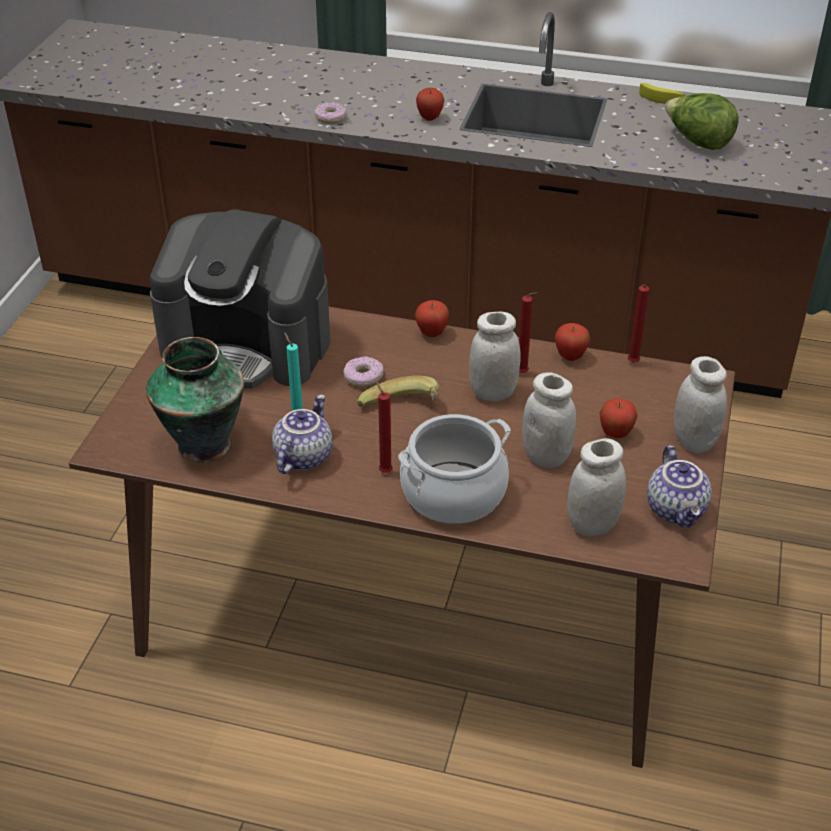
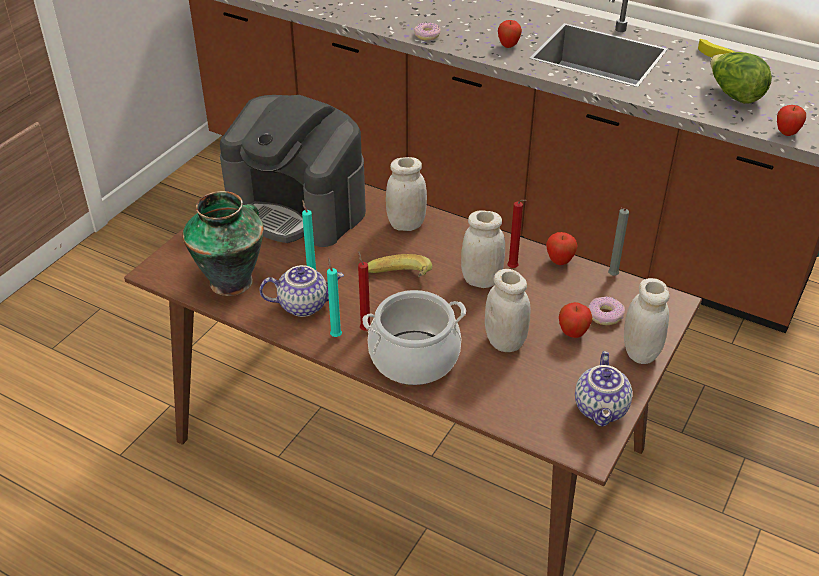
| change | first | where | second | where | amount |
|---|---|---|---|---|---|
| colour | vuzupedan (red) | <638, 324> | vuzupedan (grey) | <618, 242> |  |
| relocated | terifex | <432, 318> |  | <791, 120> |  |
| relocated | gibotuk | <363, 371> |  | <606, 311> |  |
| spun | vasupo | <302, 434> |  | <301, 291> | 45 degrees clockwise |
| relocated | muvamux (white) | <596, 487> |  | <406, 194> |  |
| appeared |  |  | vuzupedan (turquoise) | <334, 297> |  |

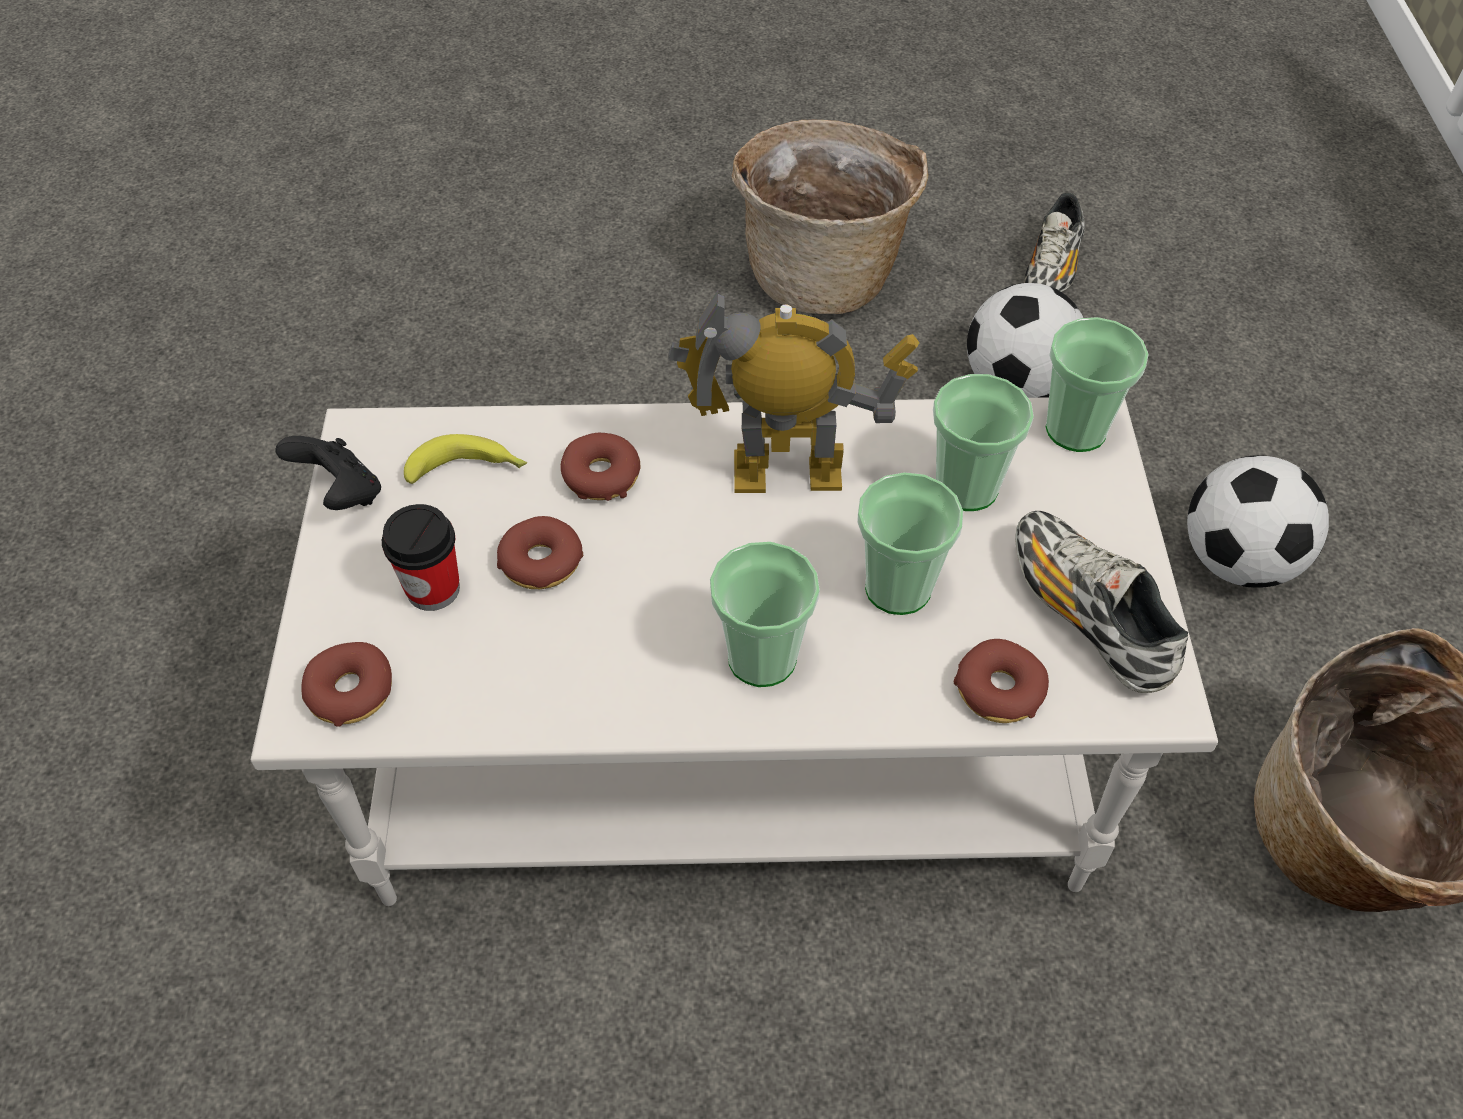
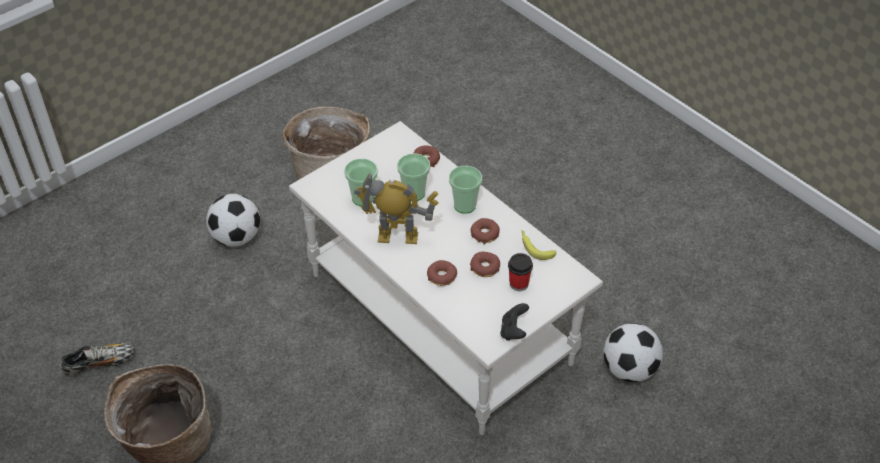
| change | first | where | second | where | amount |
|---|---|---|---|---|---|
| relocated | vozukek | <1025, 340> |  | <633, 352> |  |
| spun | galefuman | <794, 391> |  | <396, 208> | 135 degrees clockwise |
| missing | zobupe | <1097, 384> |  |  |  |
| relocated | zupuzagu | <465, 459> |  | <538, 245> |  |
| missing | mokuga | <1101, 602> |  |  |  |
| relocated | gibotuk | <346, 684> |  | <485, 231> |  |

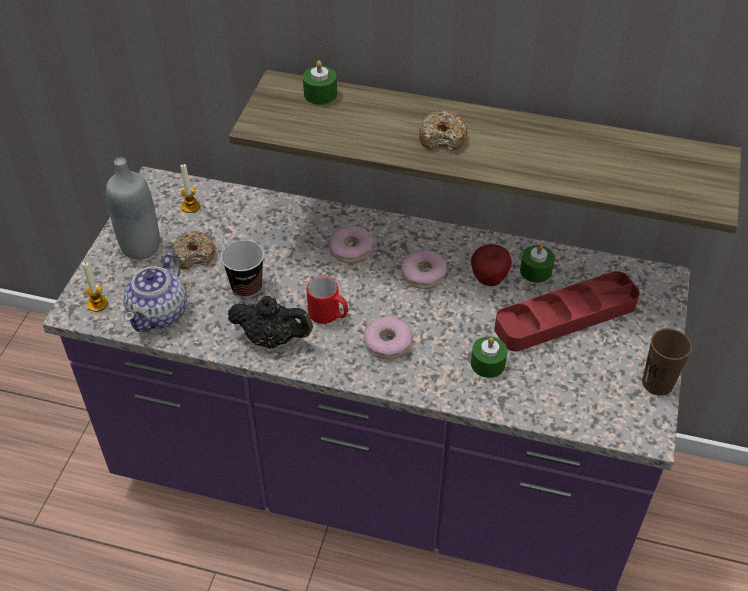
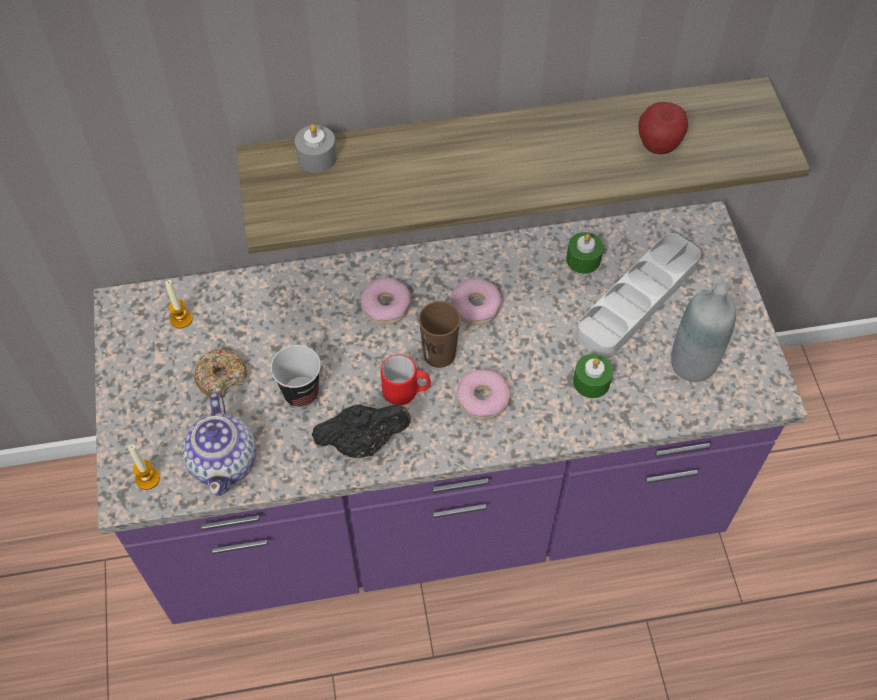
| change | first | where | second | where | amount |
|---|---|---|---|---|---|
| colour | vuzupedan (green) | <320, 82> | vuzupedan (grey) | <316, 148> |  |
| missing | gibotuk | <443, 130> |  |  |  |
| relocated | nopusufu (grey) | <133, 208> |  | <703, 332> |  |
| relocated | terifex | <491, 265> |  | <663, 128> |  |
| colour | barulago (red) | <567, 311> | barulago (grey) | <638, 296> |  |
| relocated | zobupe (brown) | <667, 362> |  | <440, 334> |  |

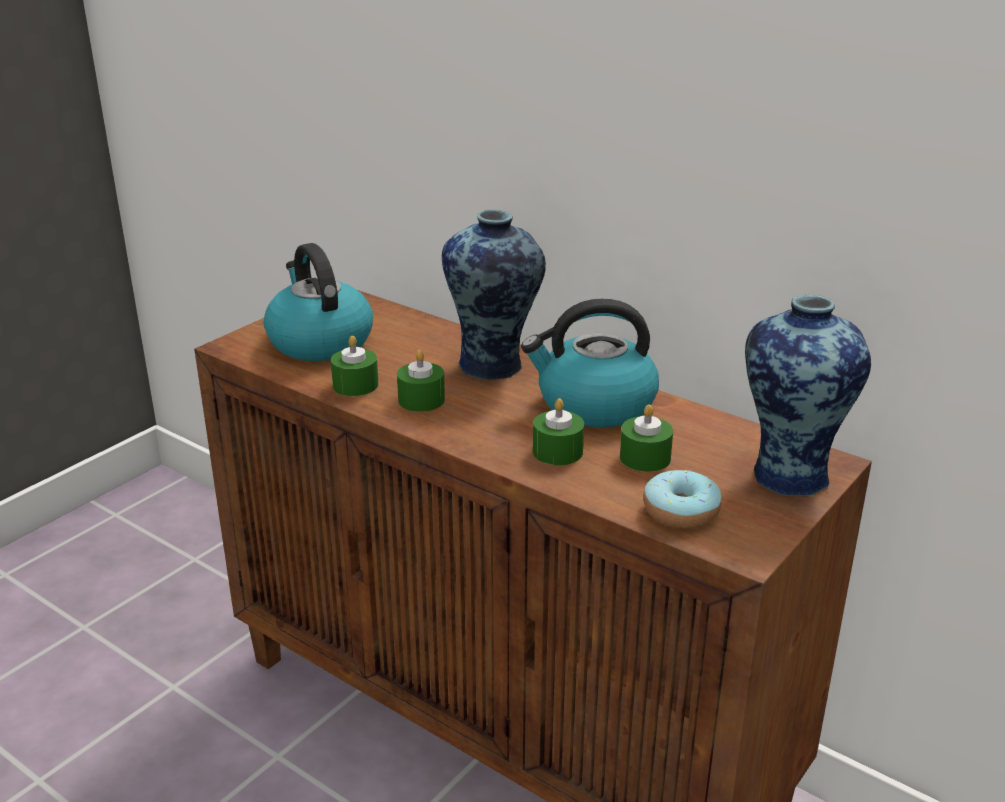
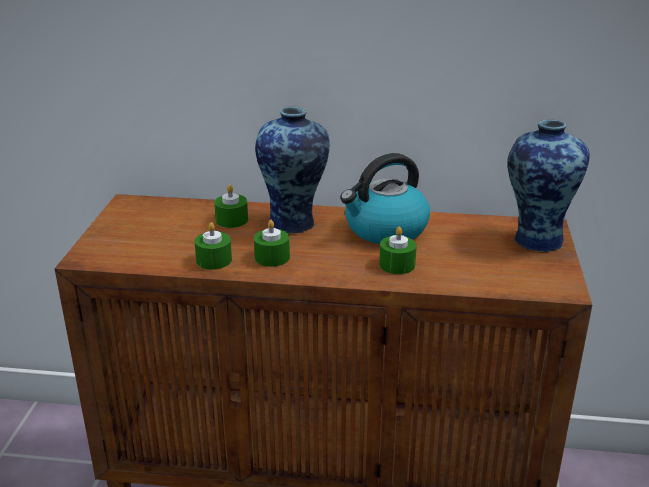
| change | first | where | second | where | amount |
|---|---|---|---|---|---|
| missing | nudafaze | <318, 302> |  |  |  |
| relocated | vuzupedan (green) | <646, 438> |  | <231, 206> |  |
| missing | gibotuk | <682, 499> |  |  |  |

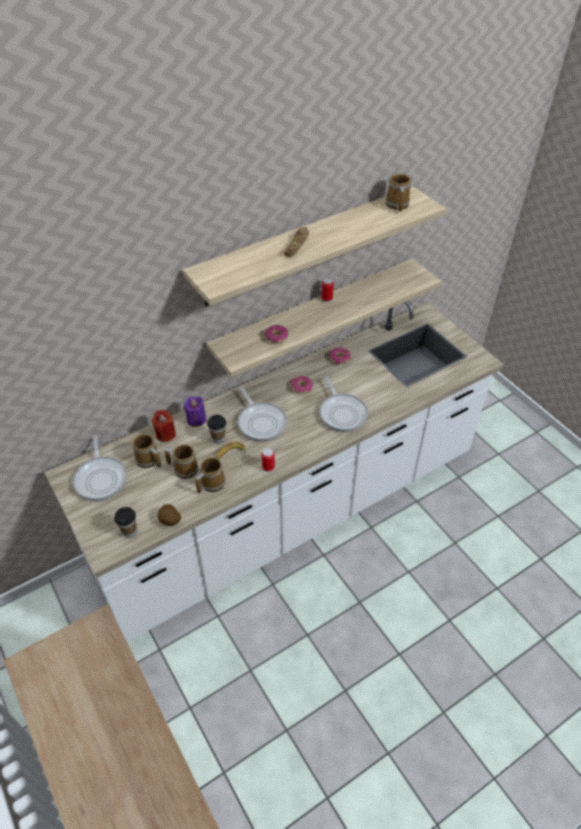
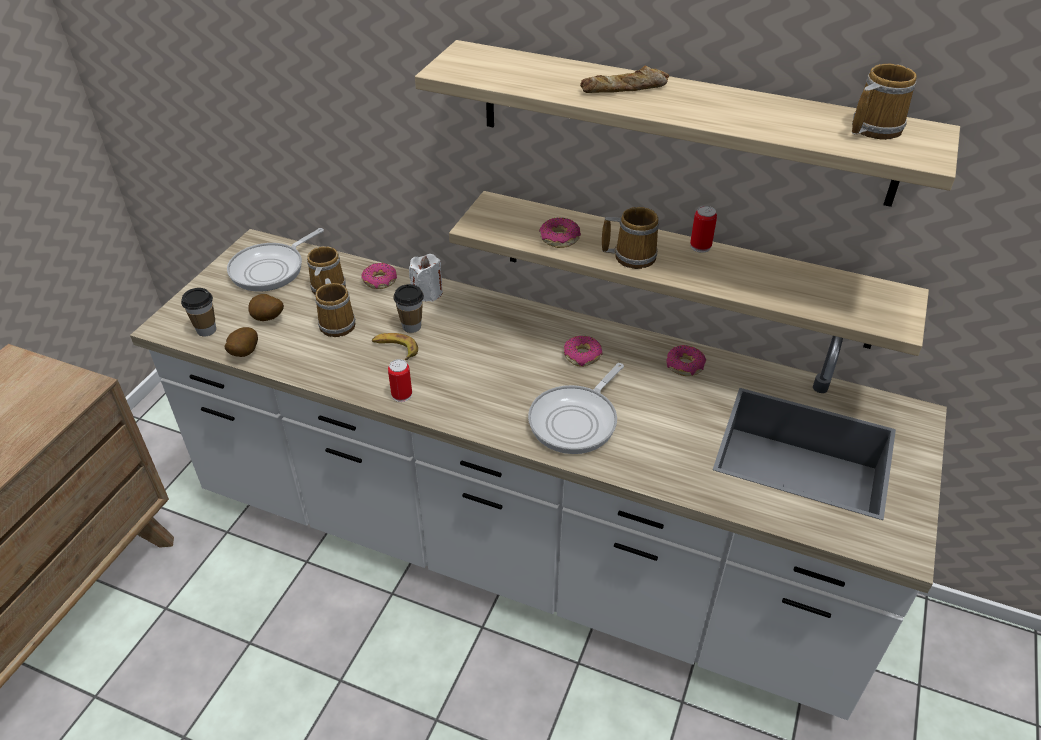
| change | first | where | second | where | amount |
|---|---|---|---|---|---|
| missing | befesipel | <262, 414> |  |  |  |
| colour | vuzupedan (purple) | <195, 412> | vuzupedan (white) | <426, 278> |  |
| exchanged | vuzupedan (red) | <164, 426> | gibotuk | <379, 276> |  |
| relocated | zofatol | <211, 475> |  | <630, 238> |  |
| appeared |  |  | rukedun | <266, 307> |  |

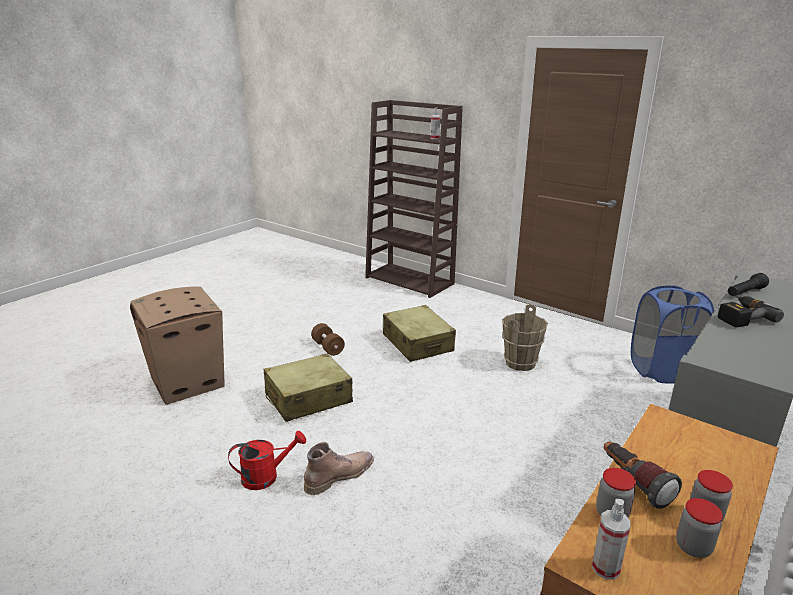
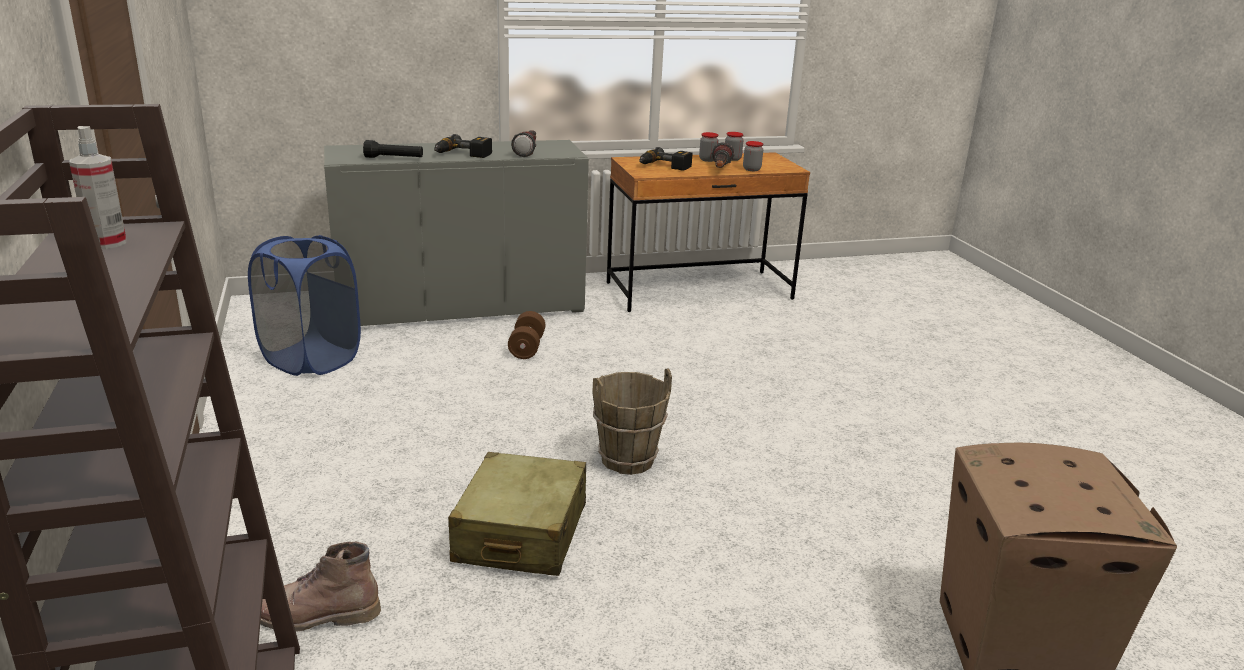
| change | first | where | second | where | amount |
|---|---|---|---|---|---|
| relocated | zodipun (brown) | <525, 337> |  | <632, 422> |  |
| relocated | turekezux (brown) | <328, 339> |  | <526, 335> |  |
| missing | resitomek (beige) | <308, 387> |  |  |  |
| missing | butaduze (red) | <267, 460> |  |  |  |
| relocated | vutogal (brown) | <339, 468> |  | <320, 587> |  |
| missing | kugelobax | <611, 539> |  |  |  |
| appeared |  |  | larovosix | <524, 143> |  |
| appeared |  |  | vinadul | <665, 159> |  |

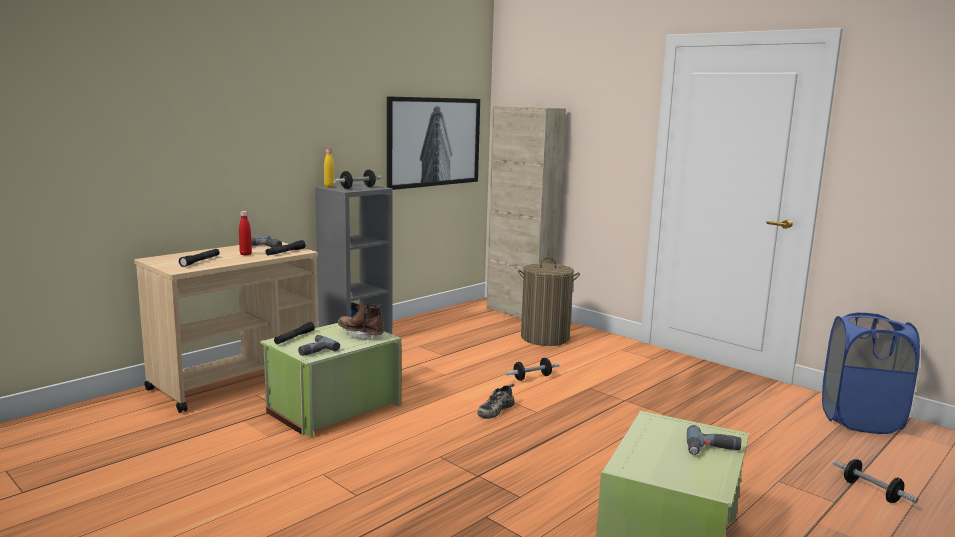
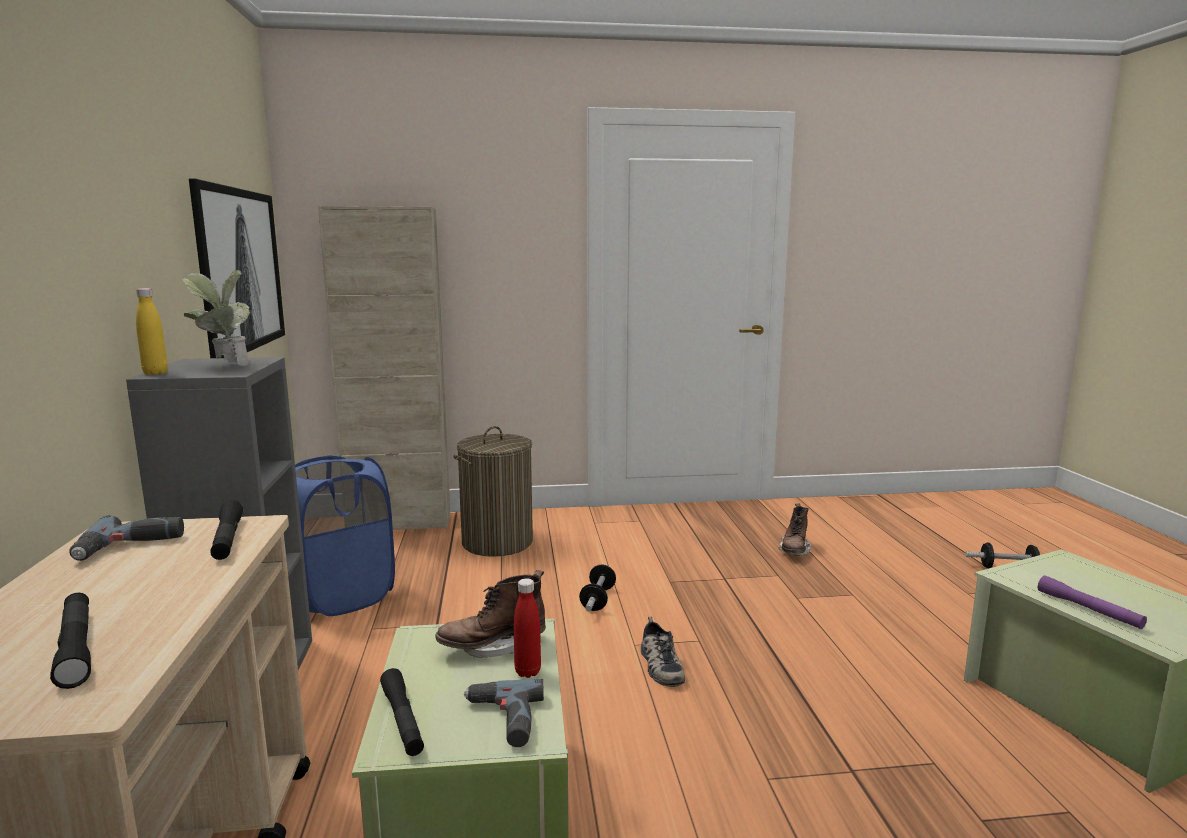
| change | first | where | second | where | amount |
|---|---|---|---|---|---|
| exchanged | turekezux | <357, 179> | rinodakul | <216, 318> |  |
| relocated | nopusufu (red) | <245, 233> |  | <527, 628> |  |
| relocated | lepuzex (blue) | <871, 373> |  | <345, 535> |  |
| missing | vinadul | <714, 440> |  |  |  |
| appeared |  |  | vutogal (brown) | <795, 529> |  |
| appeared |  |  | larovosix (purple) | <1092, 602> |  |

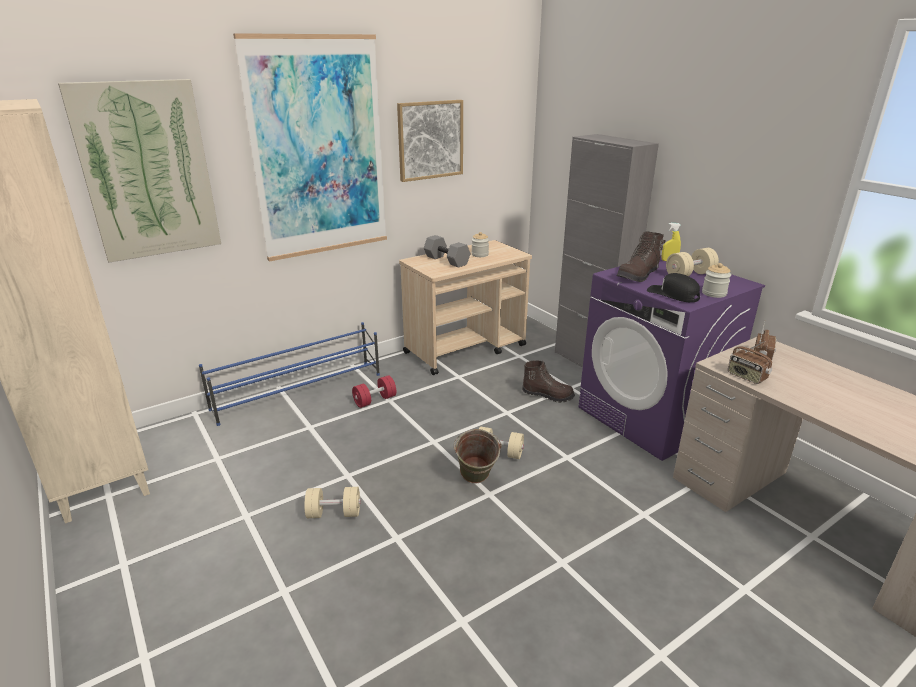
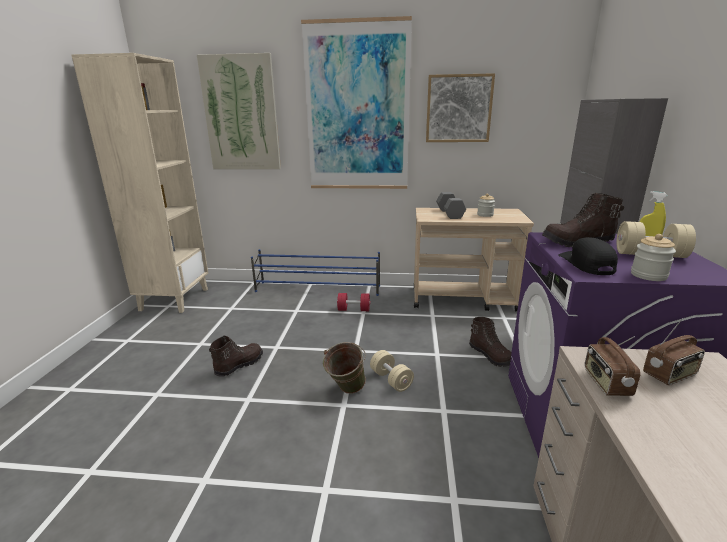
| change | first | where | second | where | amount |
|---|---|---|---|---|---|
| exchanged | turekezux (beige) | <332, 502> | vutogal (brown) | <236, 356> |  |

